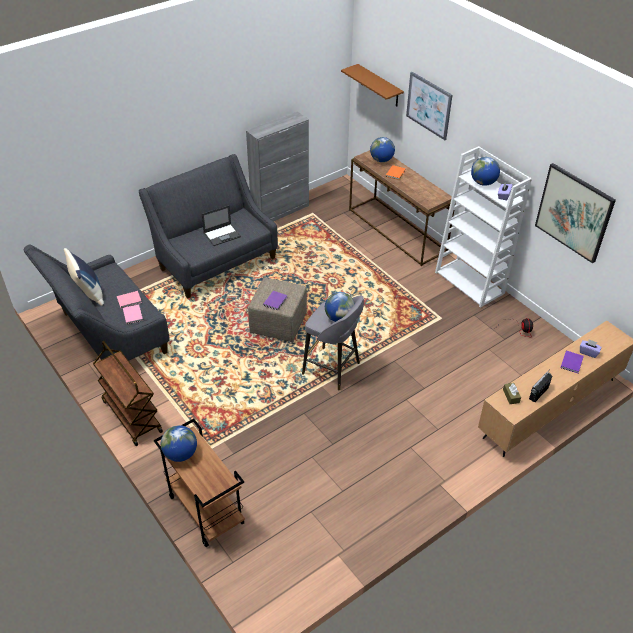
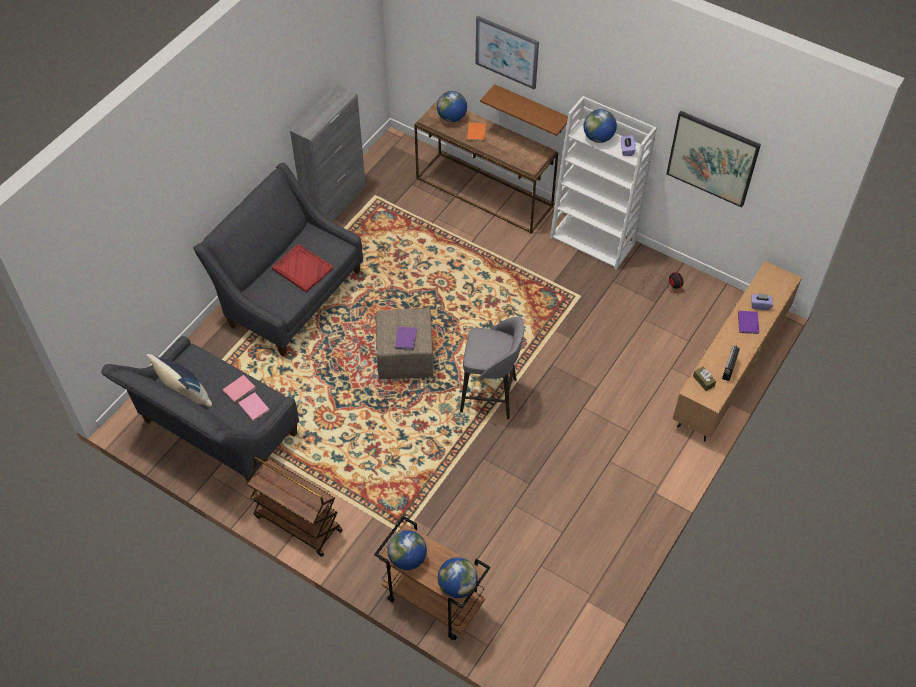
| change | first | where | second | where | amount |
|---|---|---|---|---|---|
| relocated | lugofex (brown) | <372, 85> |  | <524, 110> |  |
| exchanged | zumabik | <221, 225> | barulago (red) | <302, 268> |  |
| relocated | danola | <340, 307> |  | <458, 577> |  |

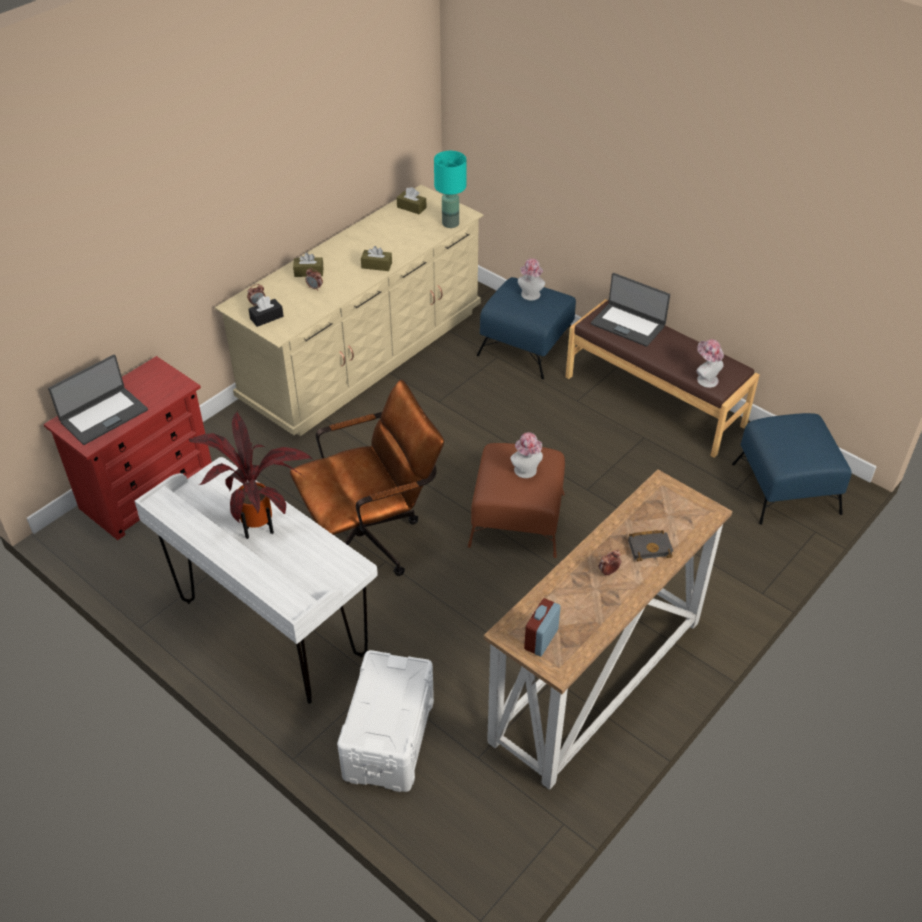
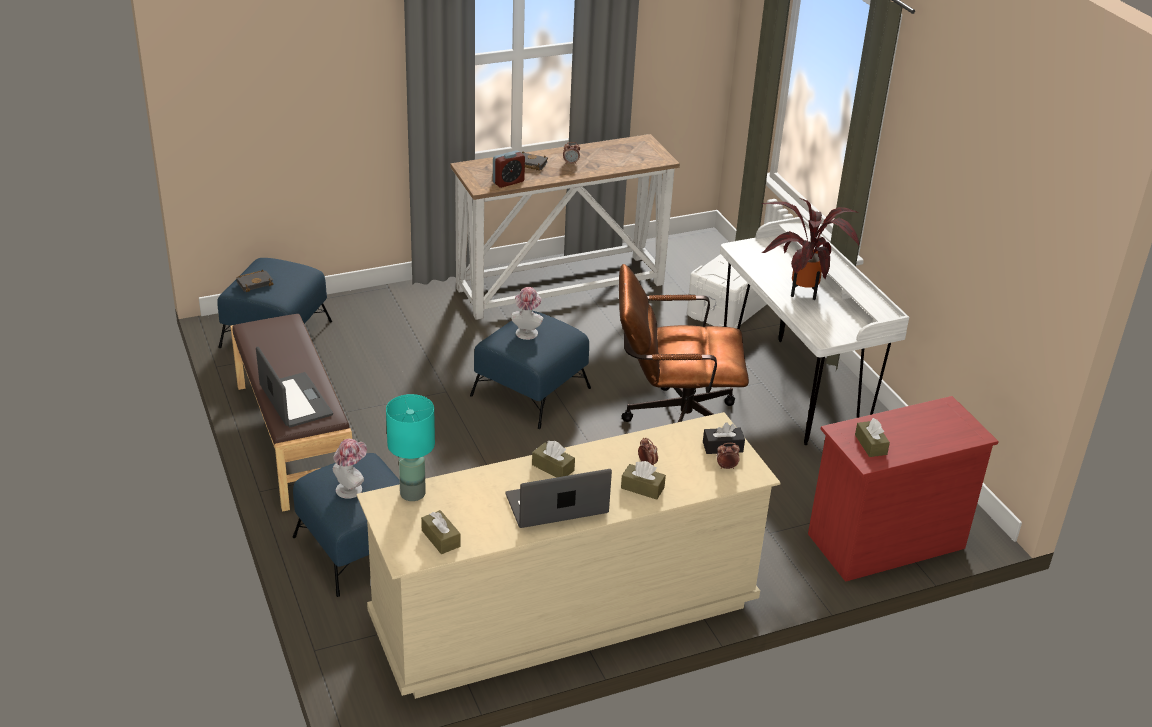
| change | first | where | second | where | amount |
|---|---|---|---|---|---|
| missing | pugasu | <710, 363> |  |  |  |
| relocated | zumabik | <98, 400> |  | <558, 498> |  |
| colour | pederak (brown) | <516, 500> | pederak (blue) | <530, 370> |  |
| relocated | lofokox | <542, 627> |  | <509, 169> |  |
| appeared |  |  | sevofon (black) | <254, 281> |  |
| appeared |  |  | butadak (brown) | <872, 437> |  |

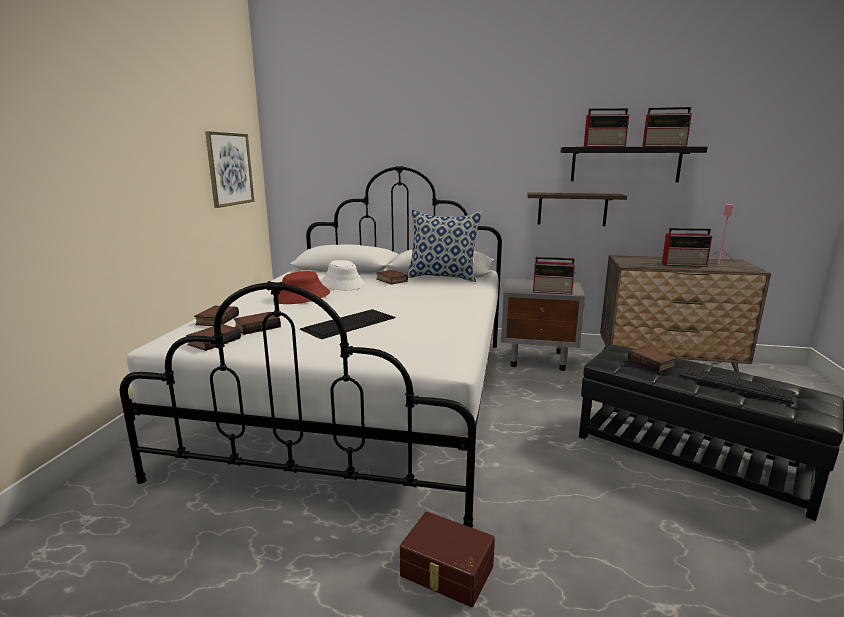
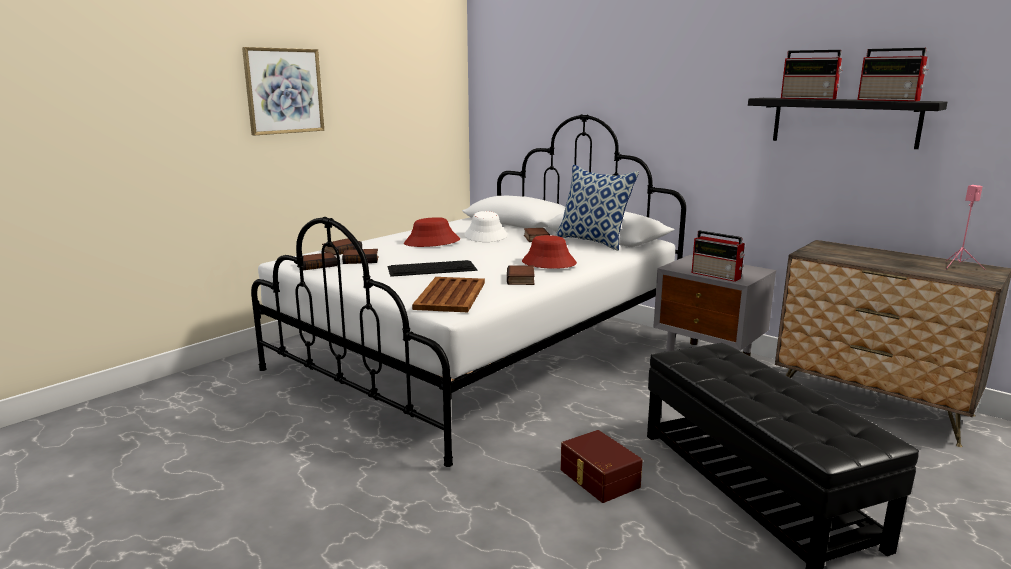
| change | first | where | second | where | amount |
|---|---|---|---|---|---|
| relocated | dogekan | <229, 169> |  | <283, 91> |  |
| missing | lugofex | <577, 209> |  |  |  |
| missing | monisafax | <687, 247> |  |  |  |
| relocated | sevofon | <652, 359> |  | <521, 275> |  |
| missing | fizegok | <737, 385> |  |  |  |
| relocated | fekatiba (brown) | <447, 559> |  | <602, 466> |  |
| appeared |  |  | pugasu (red) | <549, 252> |  |
| appeared |  |  | barulago (brown) | <448, 294> |  |

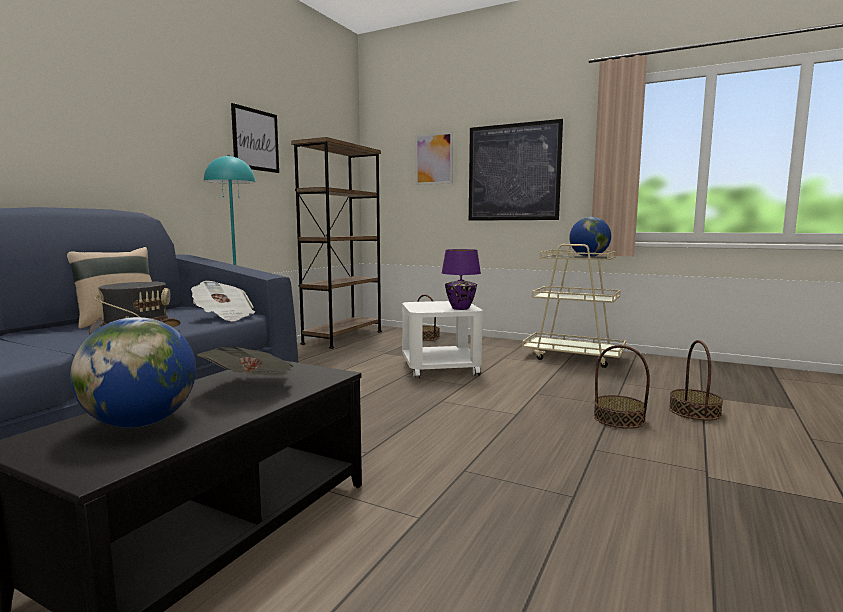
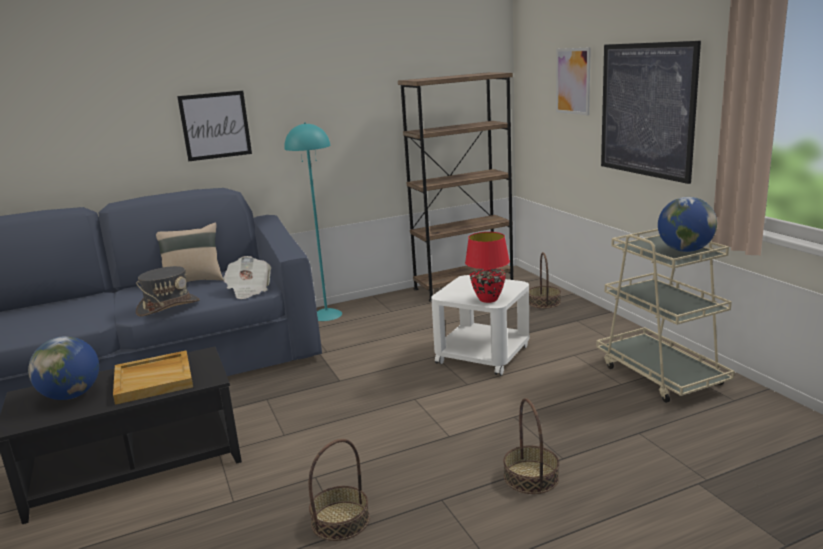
| change | first | where | second | where | amount |
|---|---|---|---|---|---|
| relocated | dogekan | <255, 138> |  | <214, 126> |  |
| colour | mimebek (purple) | <461, 279> | mimebek (red) | <487, 267> |  |
| relocated | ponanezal | <696, 380> |  | <339, 490> |  |
| exchanged | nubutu | <245, 361> | barulago (beige) | <153, 377> |  |

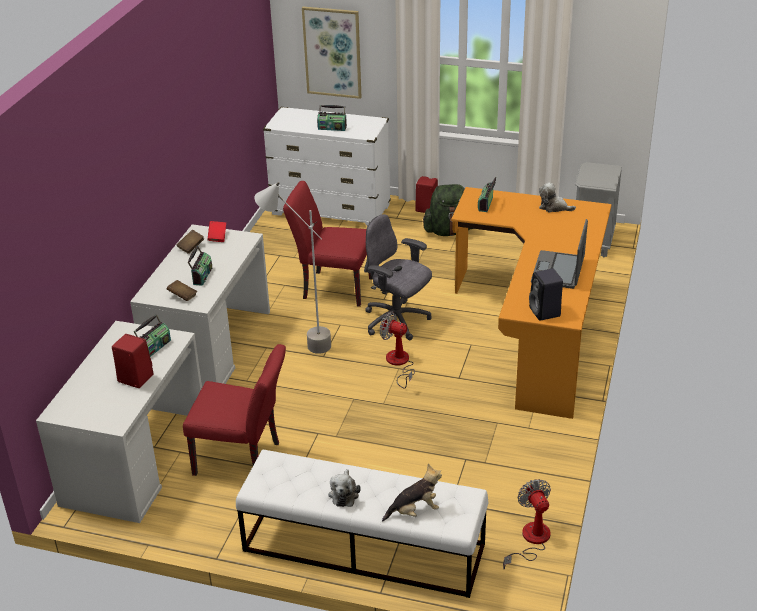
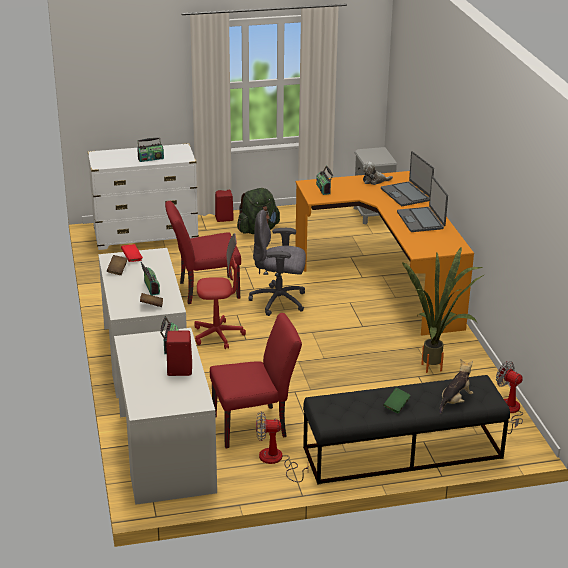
| change | first | where | second | where | amount |
|---|---|---|---|---|---|
| missing | dogekan | <331, 53> |  |  |  |
| exchanged | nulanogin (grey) | <292, 268> | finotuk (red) | <220, 291> |  |
| missing | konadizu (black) | <546, 295> |  |  |  |
| relocated | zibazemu | <397, 350> |  | <282, 446> |  |
| colour | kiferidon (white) | <362, 524> | kiferidon (black) | <406, 429> |  |
| exchanged | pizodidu | <344, 488> | sevofon (green) | <396, 400> |  |
| appeared |  |  | zumabik | <407, 178> |  |
| appeared |  |  | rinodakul | <443, 310> |  |

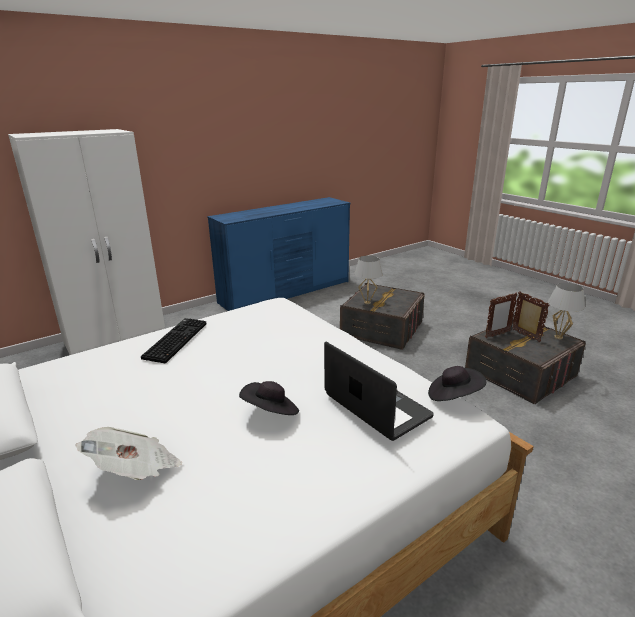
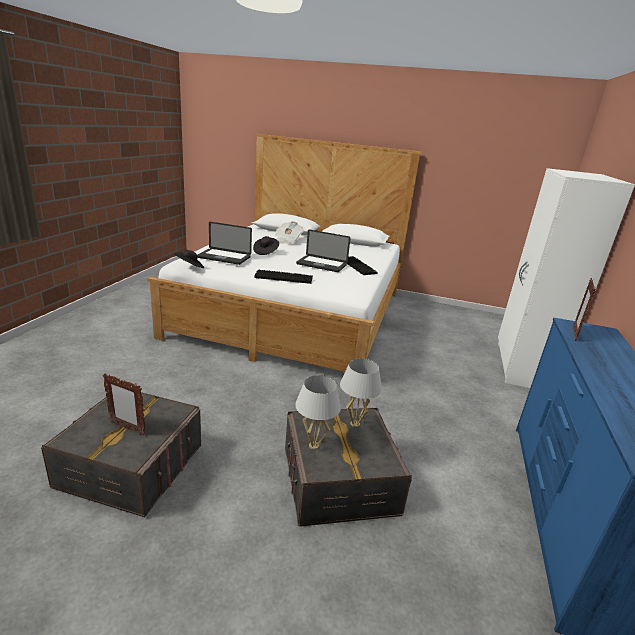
| change | first | where | second | where | amount |
|---|---|---|---|---|---|
| relocated | mimebek (white) | <566, 311> |  | <318, 412> |  |
| relocated | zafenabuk | <501, 315> |  | <585, 309> |  |
| appeared |  |  | zumabik | <323, 250> |  |
| appeared |  |  | fizegok | <283, 277> |  |

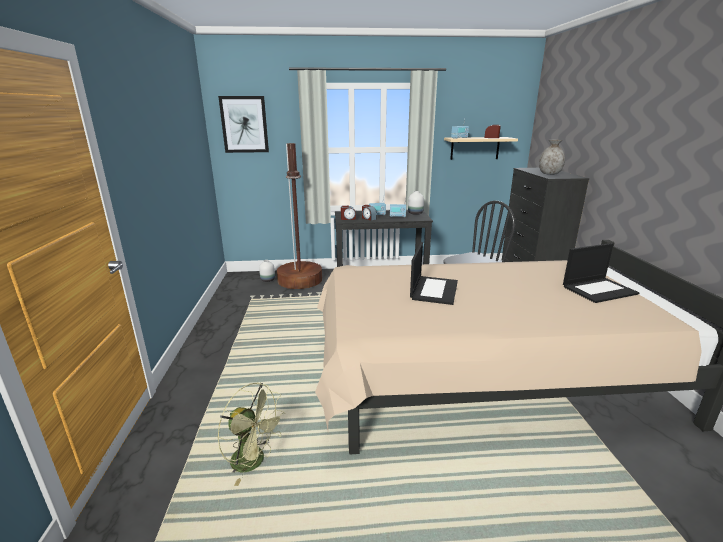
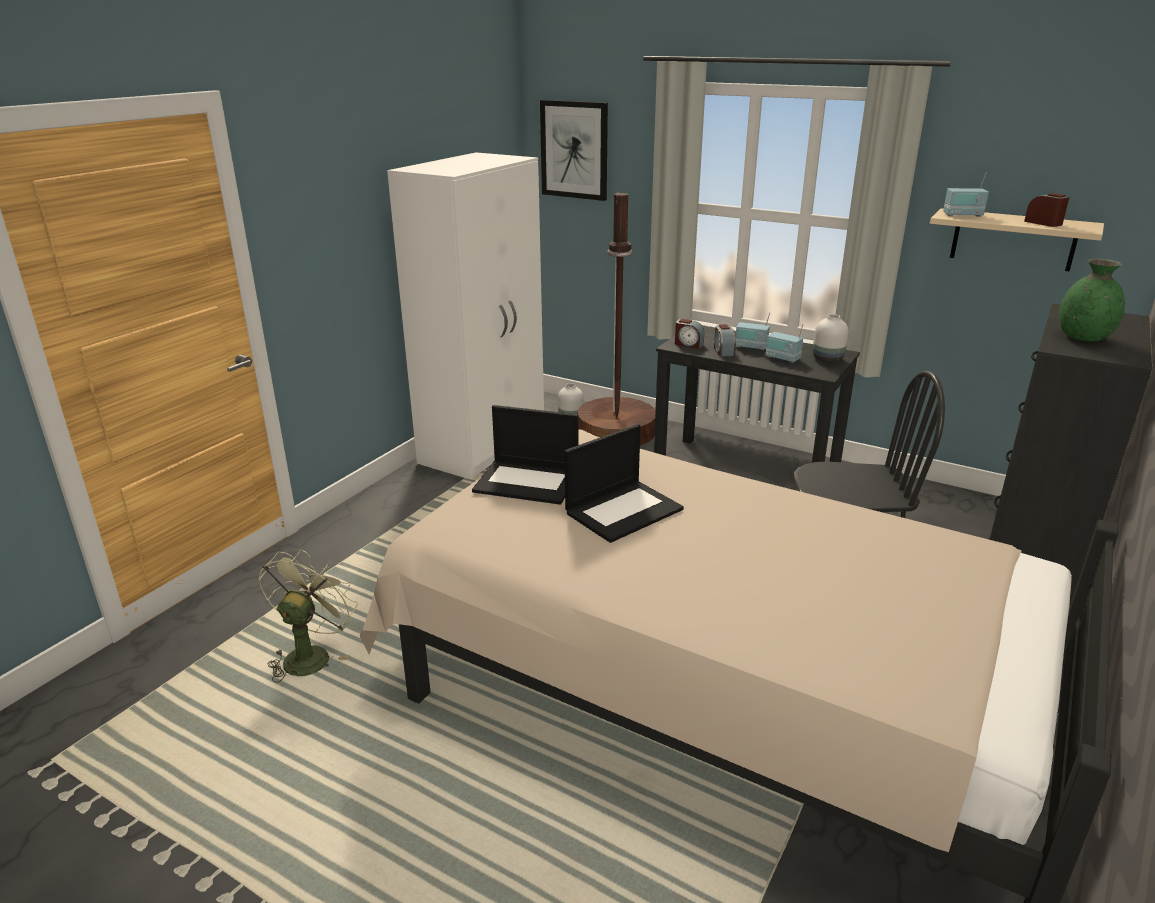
| change | first | where | second | where | amount |
|---|---|---|---|---|---|
| colour | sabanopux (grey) | <552, 157> | sabanopux (green) | <1092, 300> |  |
| relocated | zumabik | <601, 273> |  | <525, 455> |  |
| spun | zibazemu (green) | <251, 434> |  | <308, 616> | 135 degrees counterclockwise |
| appeared |  |  | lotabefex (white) | <465, 316> |  |

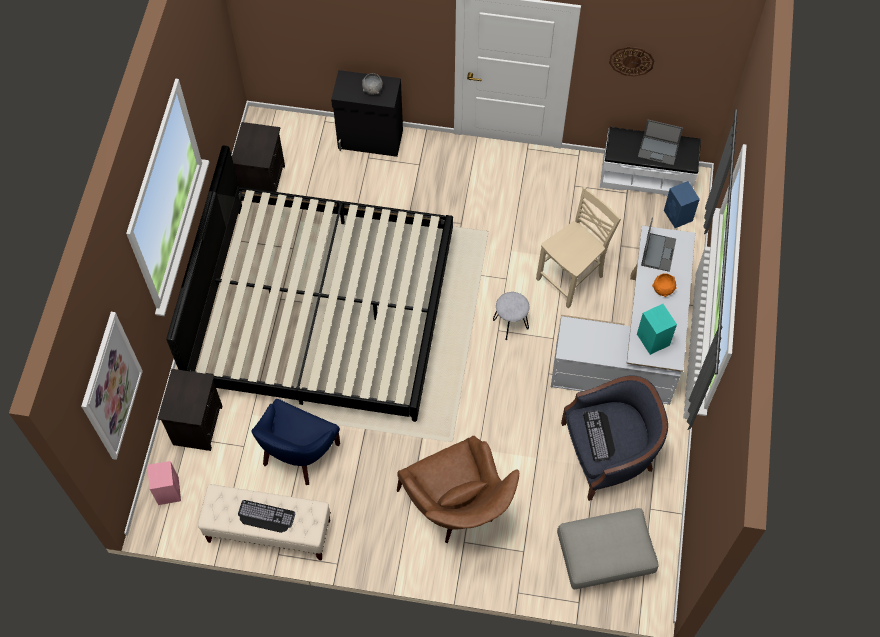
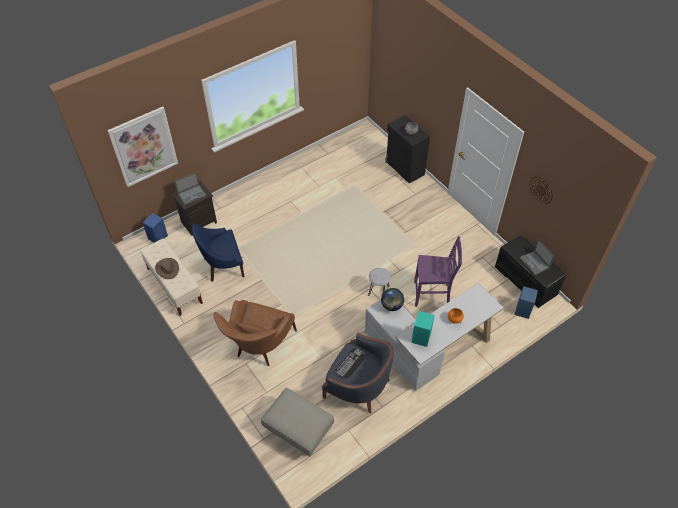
| change | first | where | second | where | amount |
|---|---|---|---|---|---|
| missing | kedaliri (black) | <258, 157> |  |  |  |
| colour | kiferidon (white) | <650, 161> | kiferidon (black) | <530, 271> |  |
| missing | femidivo | <309, 284> |  |  |  |
| colour | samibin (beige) | <578, 247> | samibin (purple) | <438, 271> |  |
| relocated | zumabik | <658, 245> |  | <190, 188> |  |
| colour | konadizu (pink) | <164, 483> | konadizu (blue) | <155, 228> |  |
| exchanged | fizegok | <266, 516> | pugasu (brown) | <167, 268> |  |
| appeared |  |  | danola | <392, 299> |  |

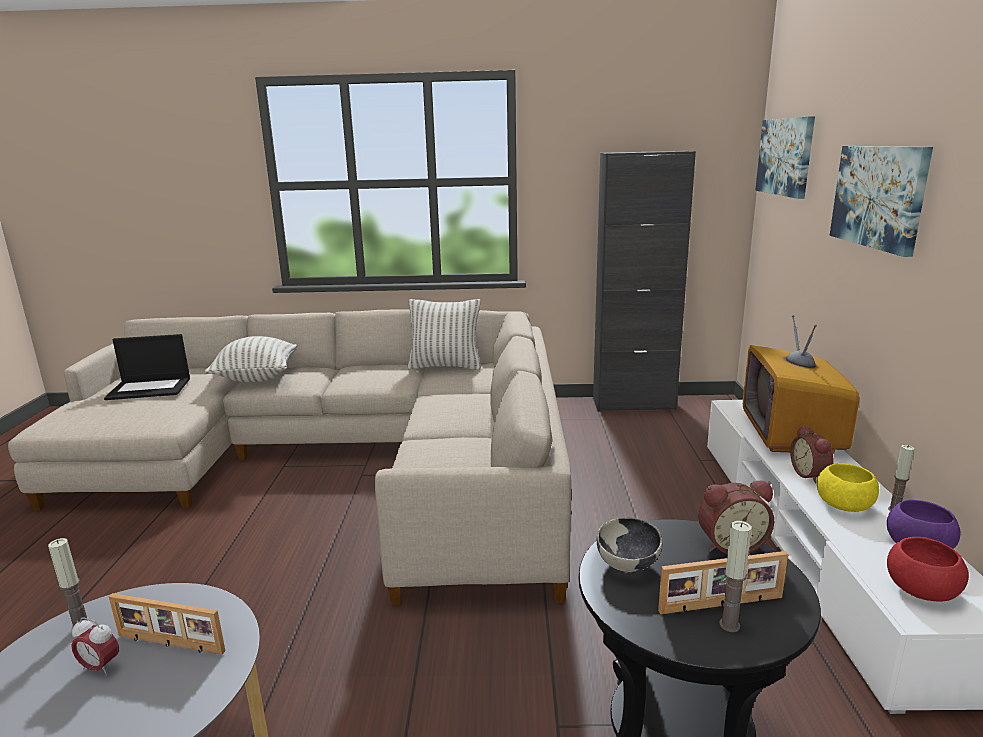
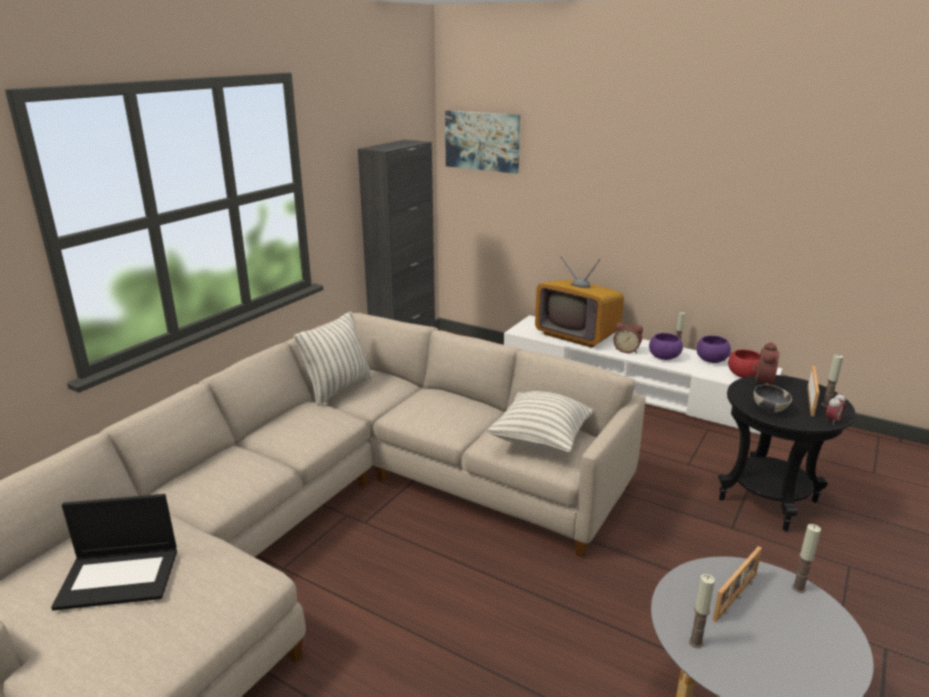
| change | first | where | second | where | amount |
|---|---|---|---|---|---|
| missing | dogekan | <881, 201> |  |  |  |
| spun | zumabik | <147, 367> |  | <114, 552> | 60 degrees clockwise |
| relocated | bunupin | <251, 359> |  | <540, 421> |  |
| colour | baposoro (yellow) | <848, 487> | baposoro (purple) | <666, 346> |  |
| relocated | lofokox | <95, 646> |  | <835, 408> |  |
| appeared |  |  | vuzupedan | <806, 558> |  |

